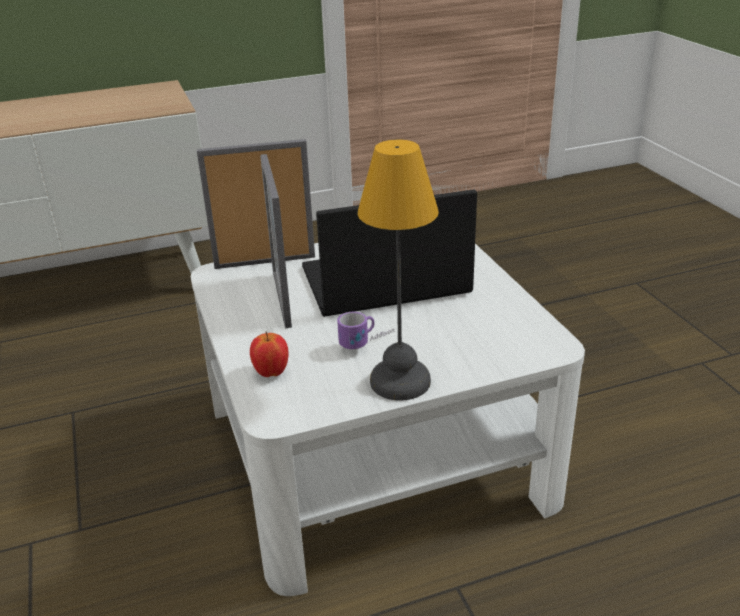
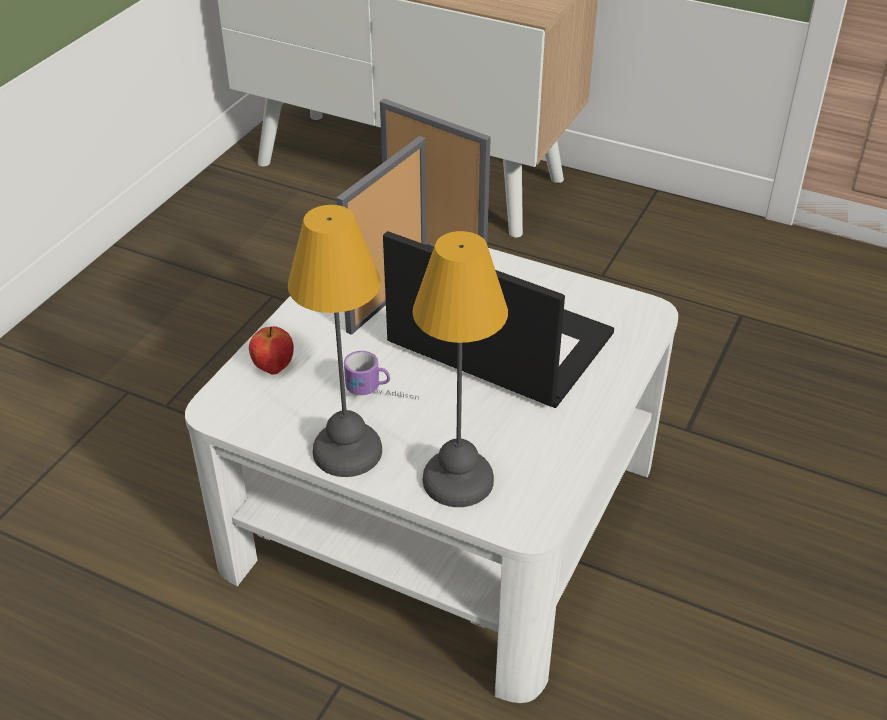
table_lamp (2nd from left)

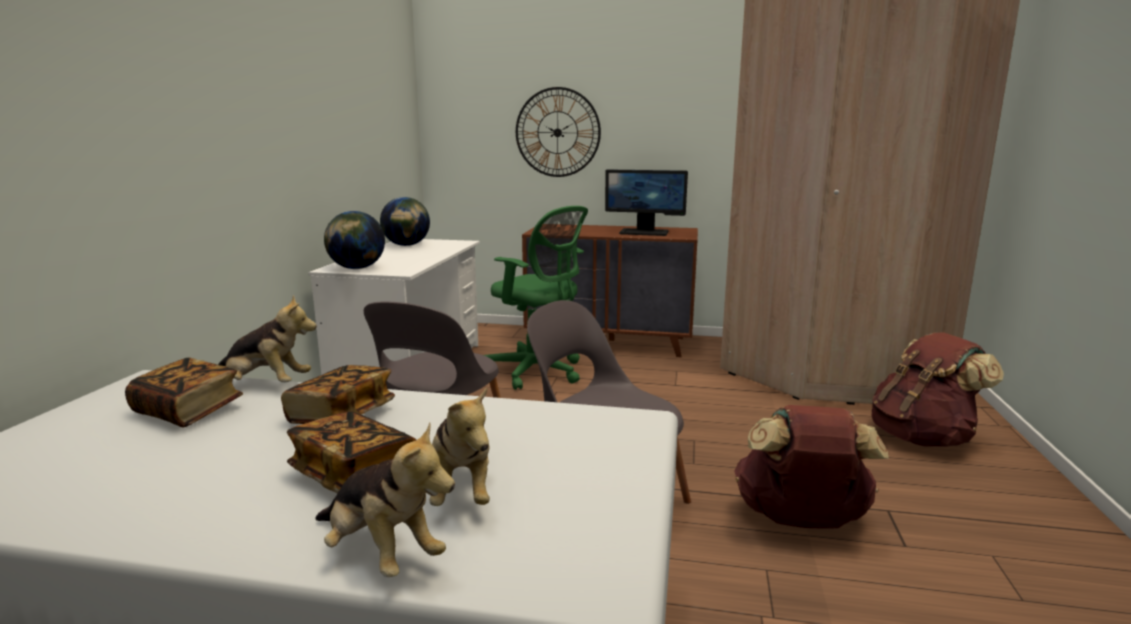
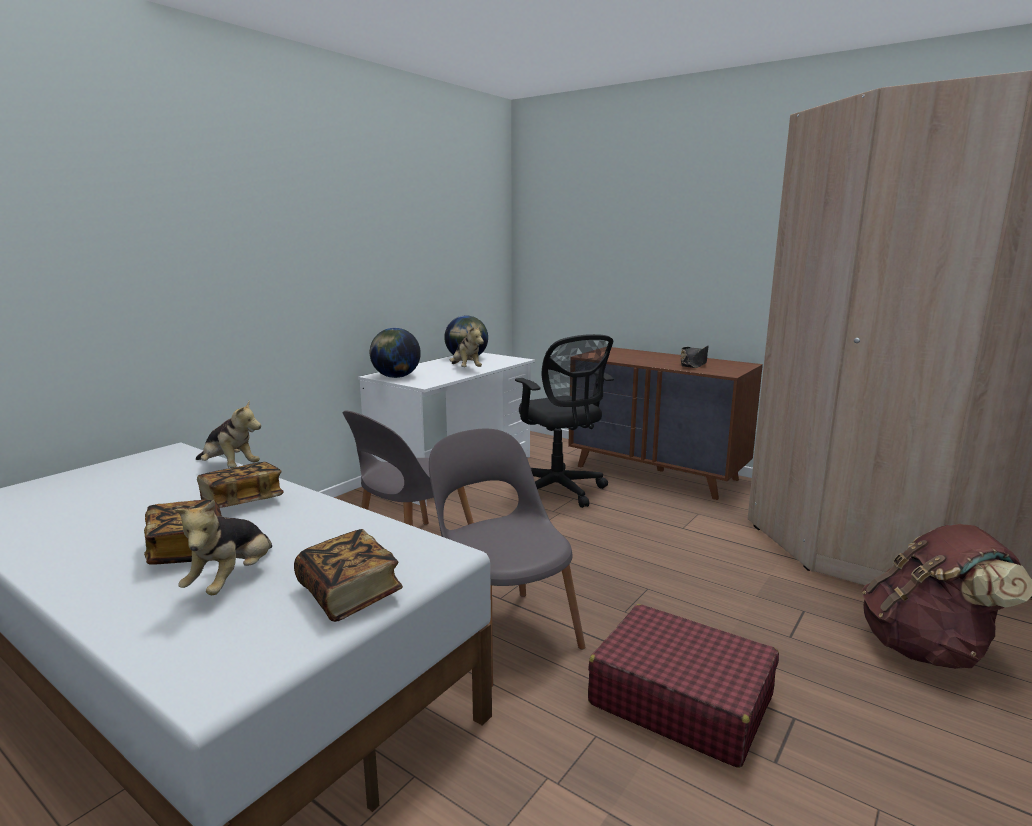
wall_clock
book (3rd from left)
plush_toy (3rd from left)
black_hat
red_suitcase
black_office_chair

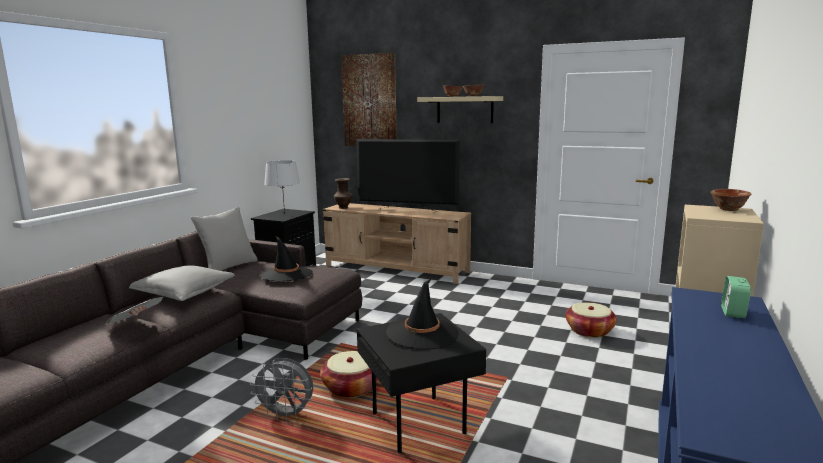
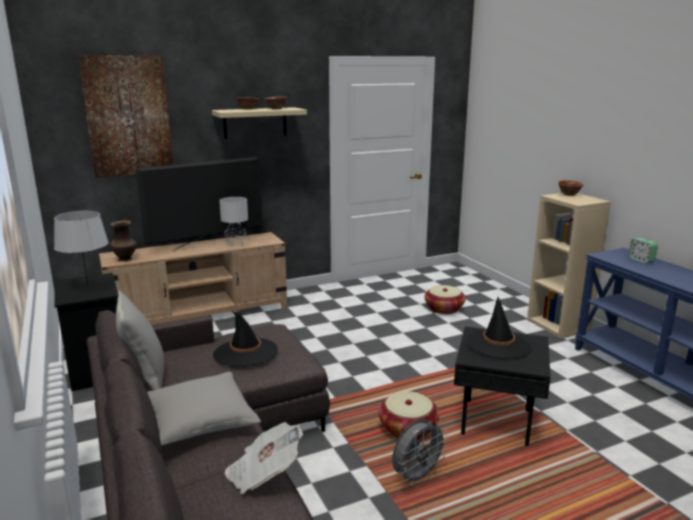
grey_table_lamp (2nd from left)

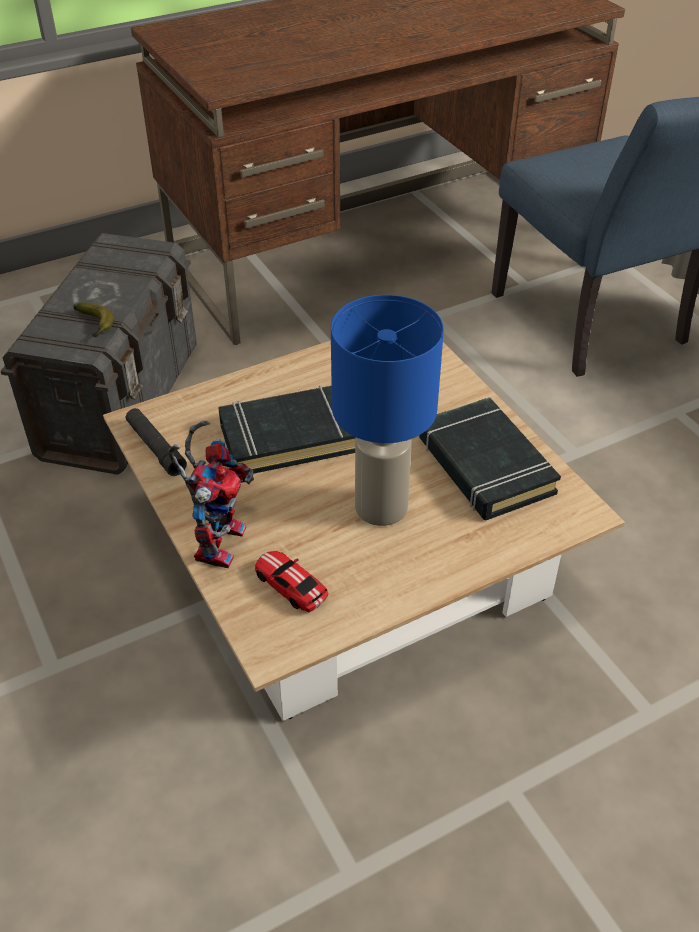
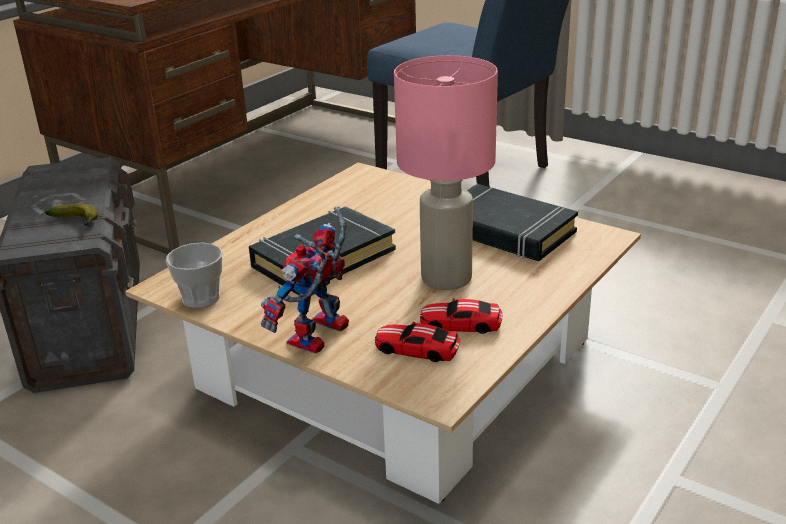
toy_car (2nd from left)
cup
pink_table_lamp
toy_robot

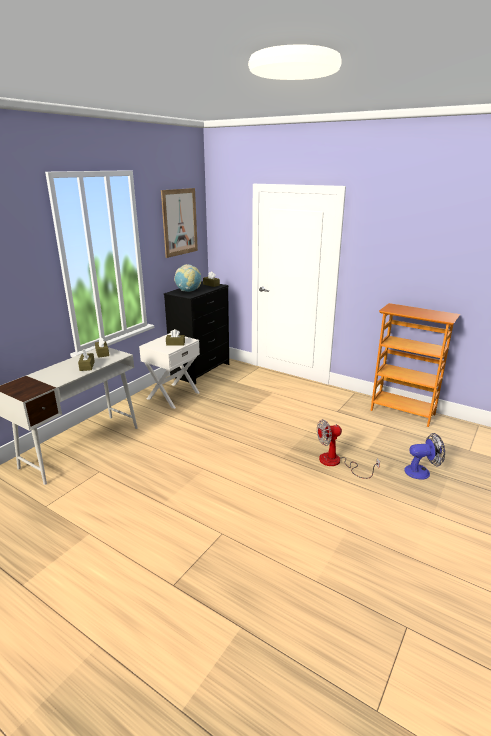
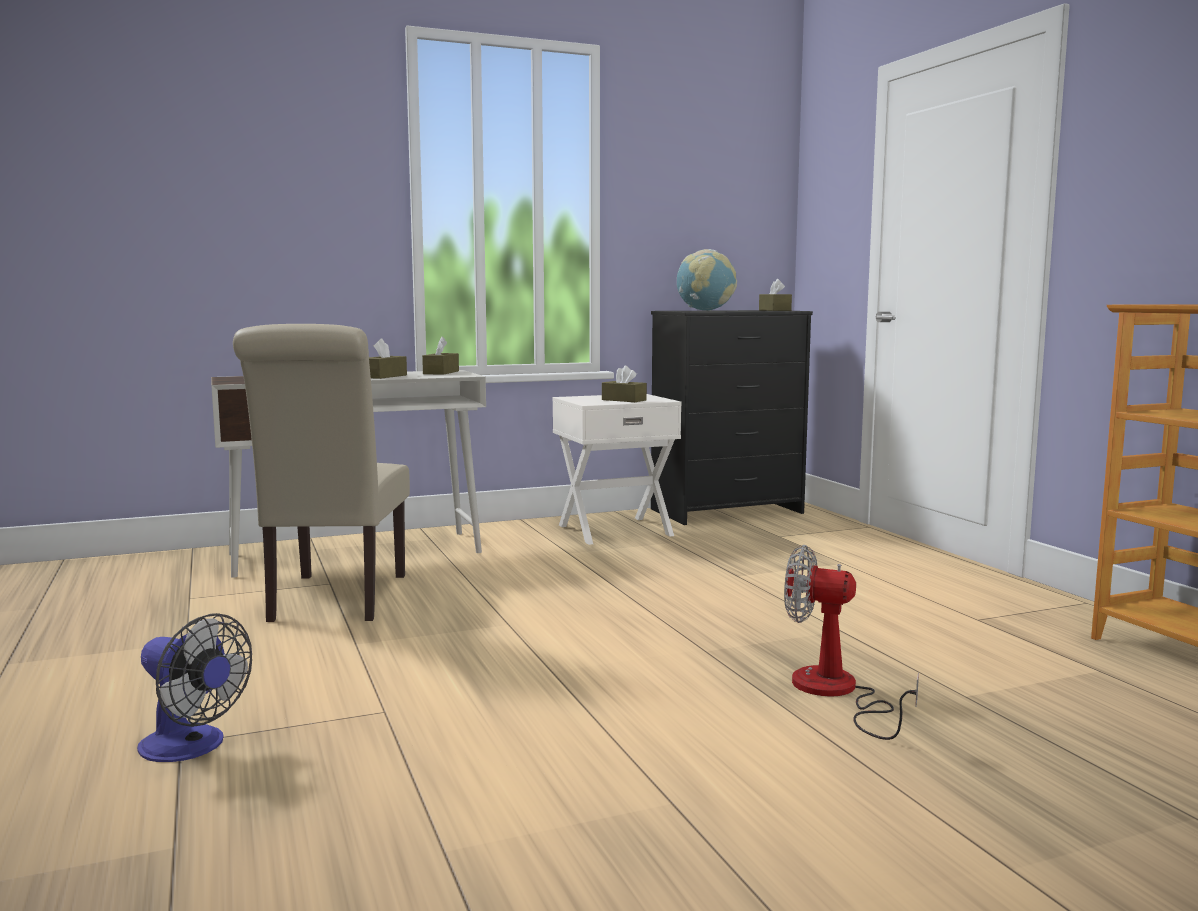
picture
beige_chair
fan (1st from left)

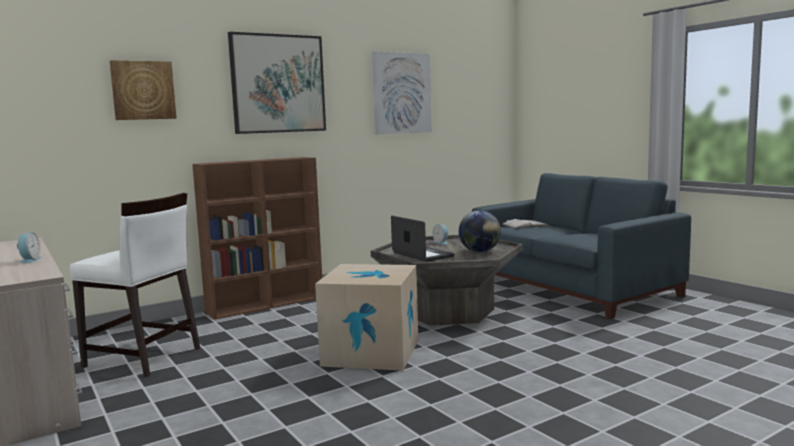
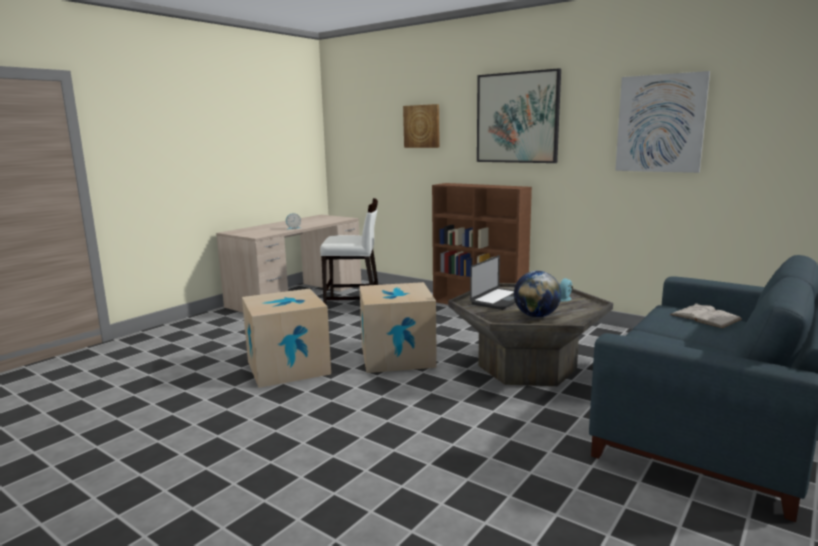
cardboard_box (1st from left)
white_chair

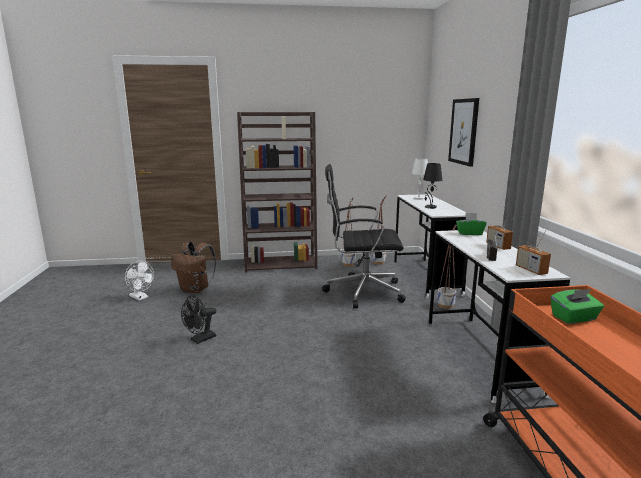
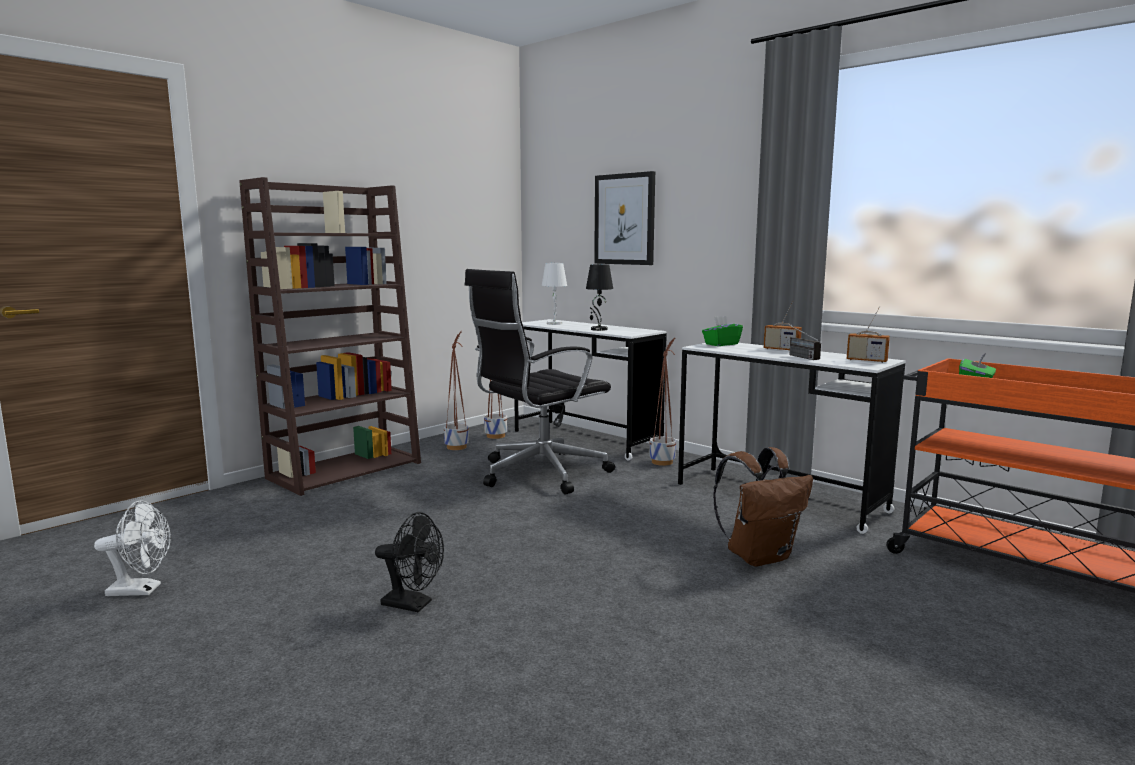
brown_backpack
black_fan

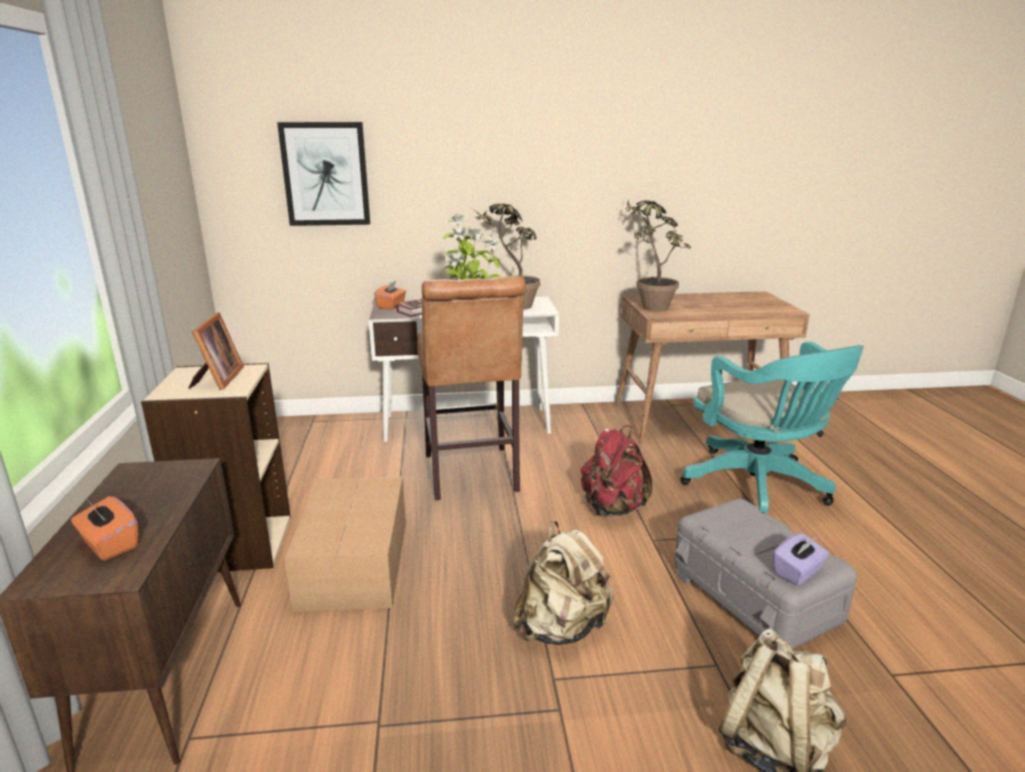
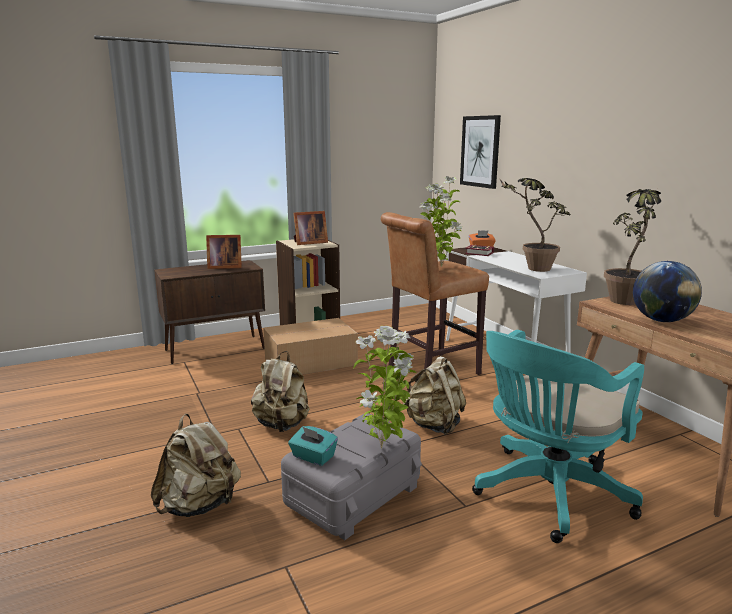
orange_tissue_box (1st from left in the first image)
picture_frame (1st from left)
potted_plant (1st from left)
globe
beige_backpack (3rd from left)
turquoise_tissue_box

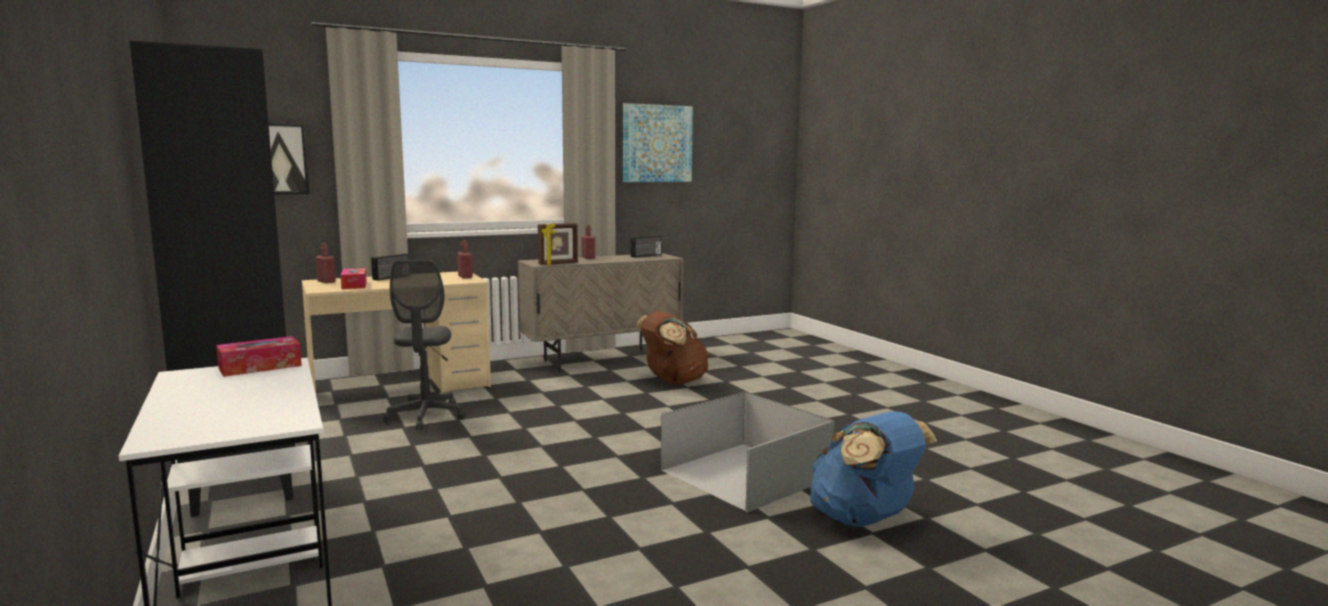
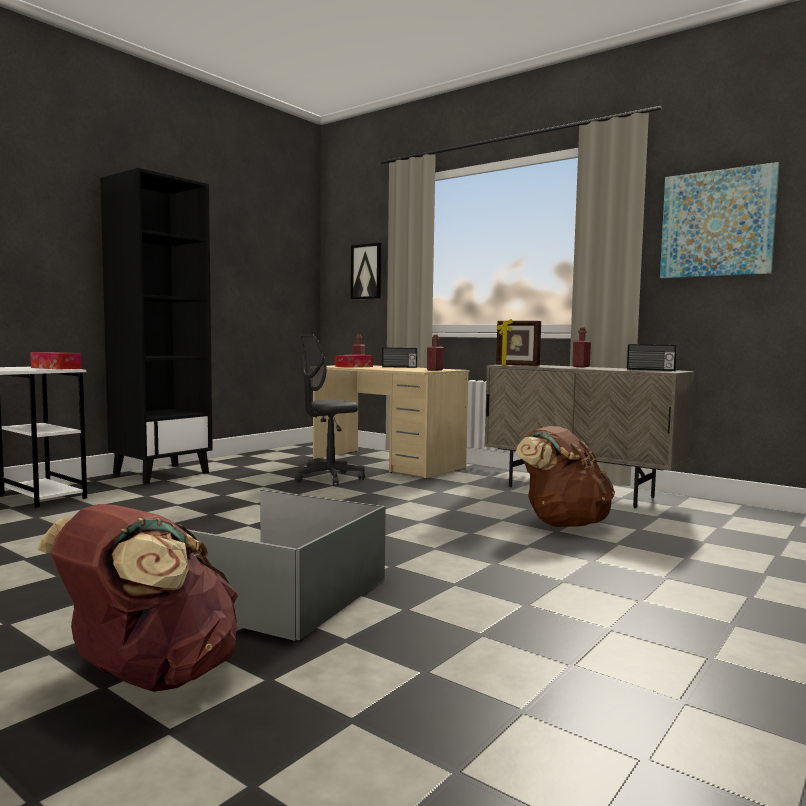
brown_backpack (1st from left)

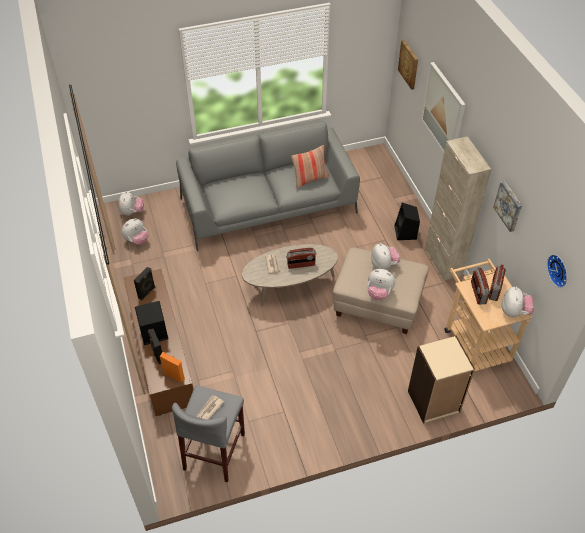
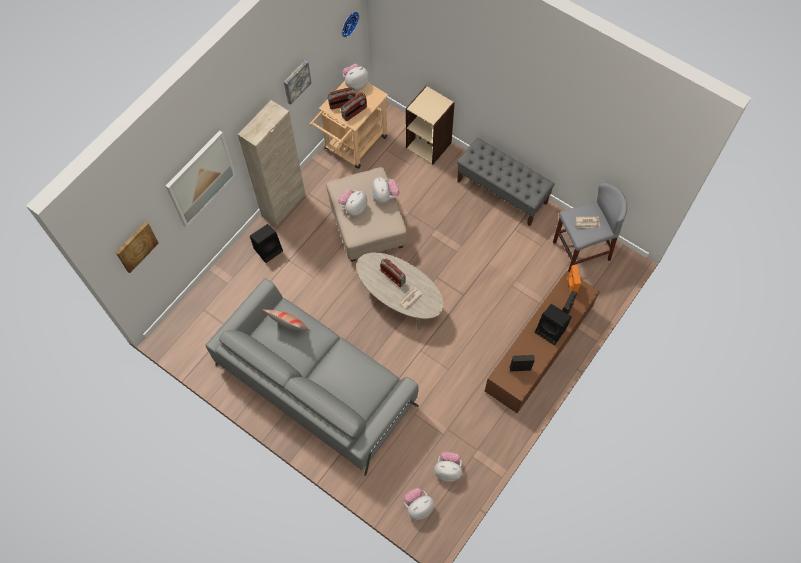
grey_bench

